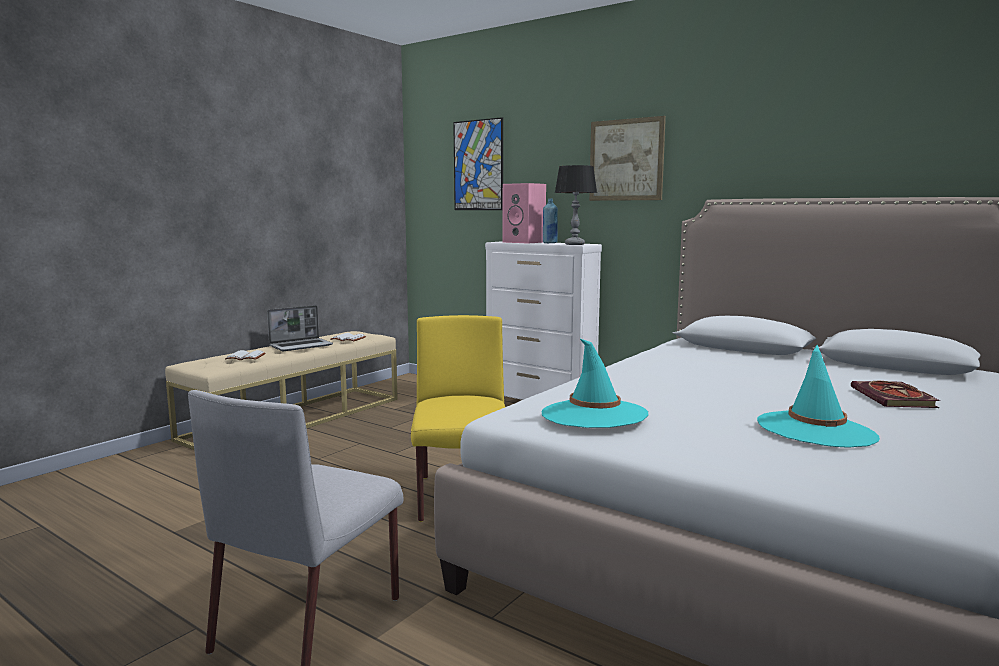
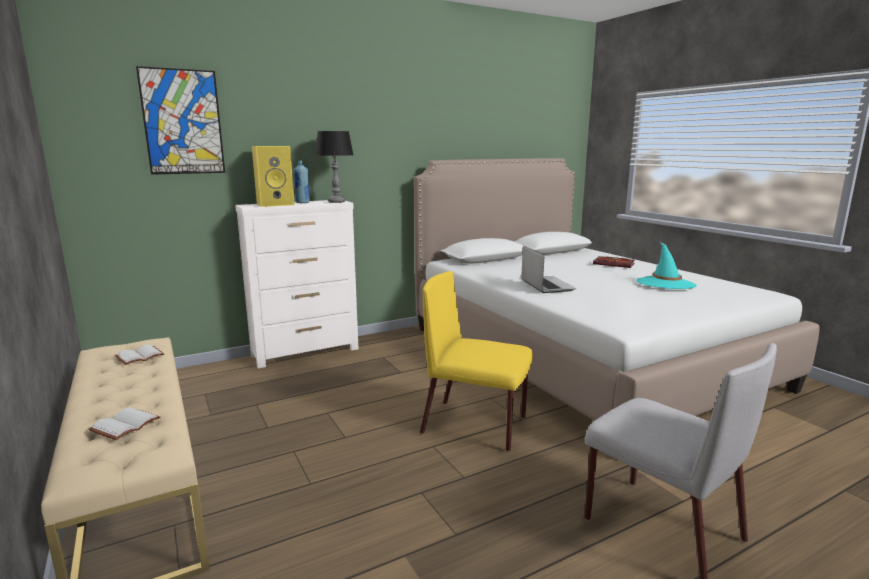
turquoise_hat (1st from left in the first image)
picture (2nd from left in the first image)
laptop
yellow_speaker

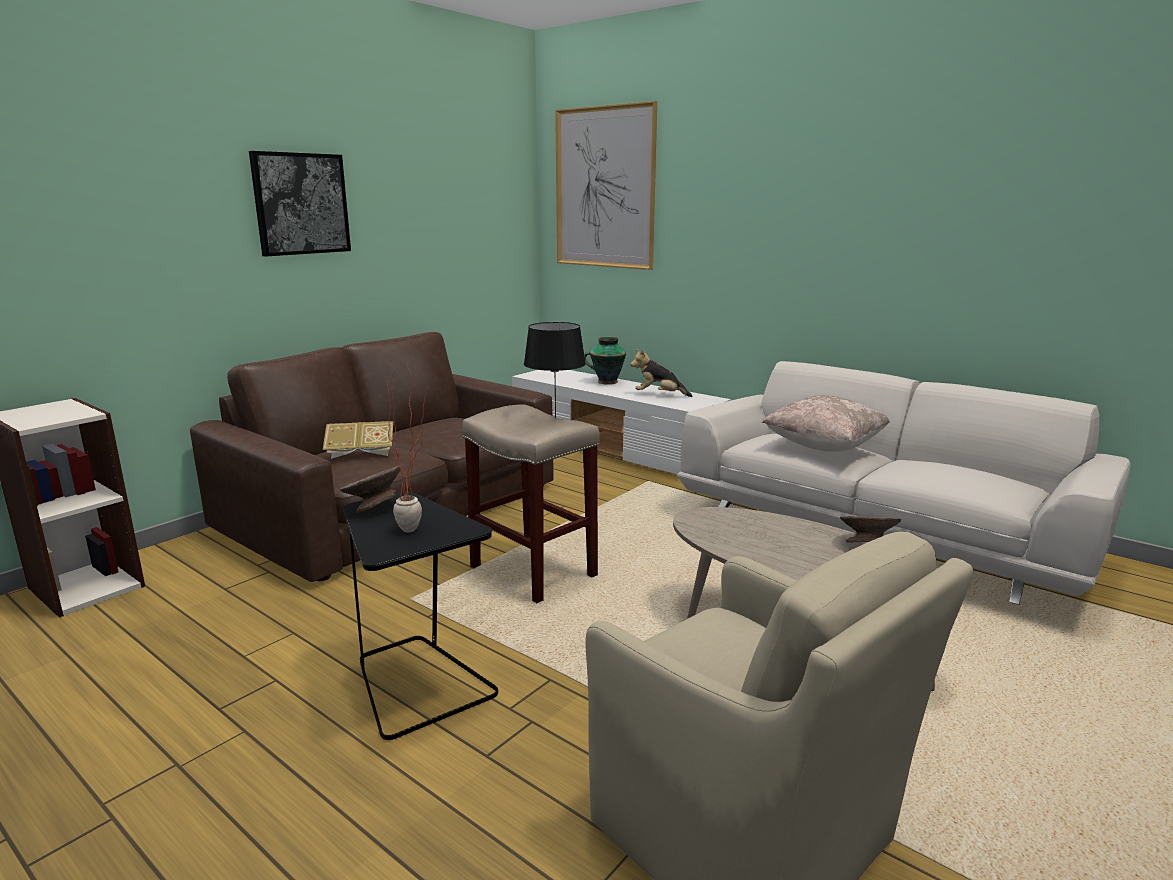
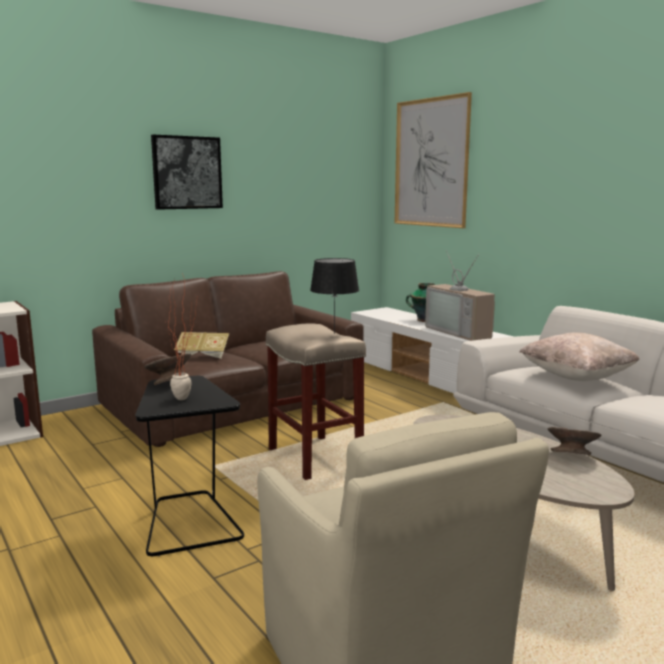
television

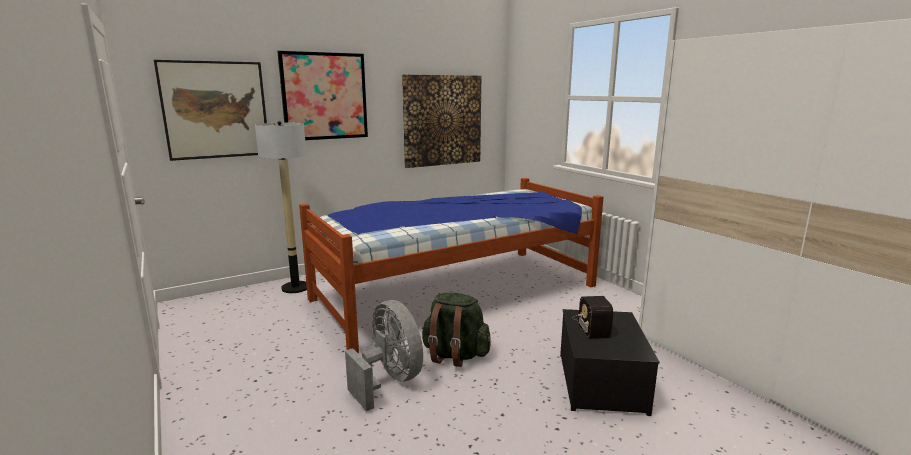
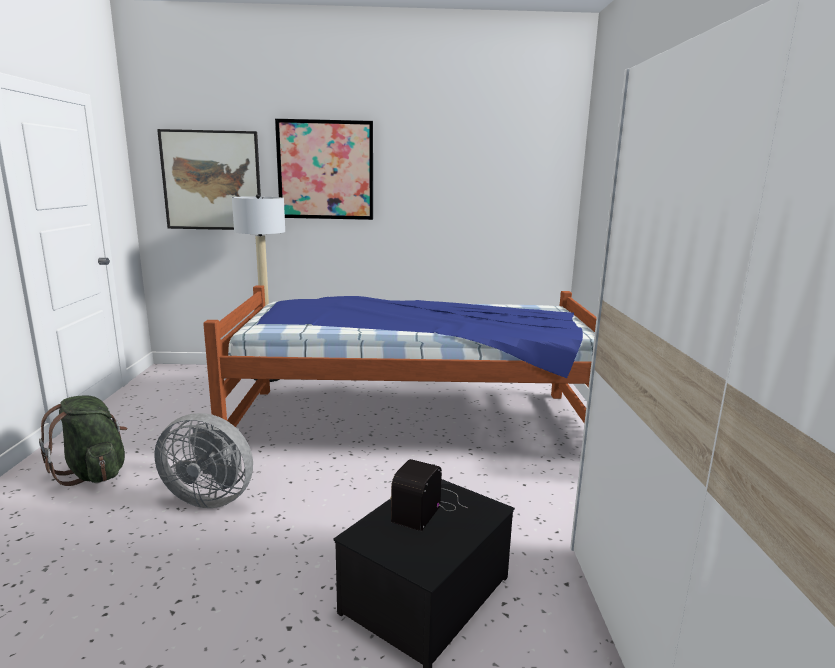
picture (3rd from left in the first image)
green_backpack
grey_fan

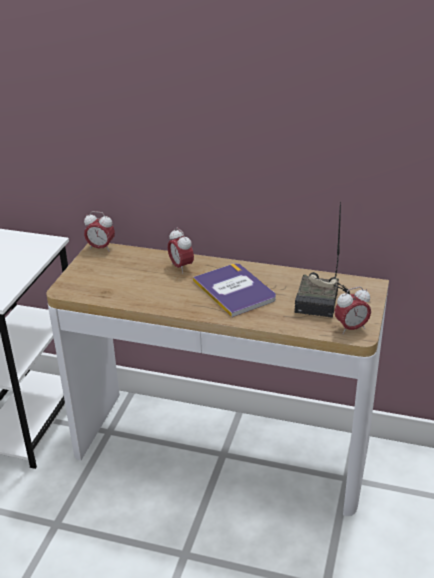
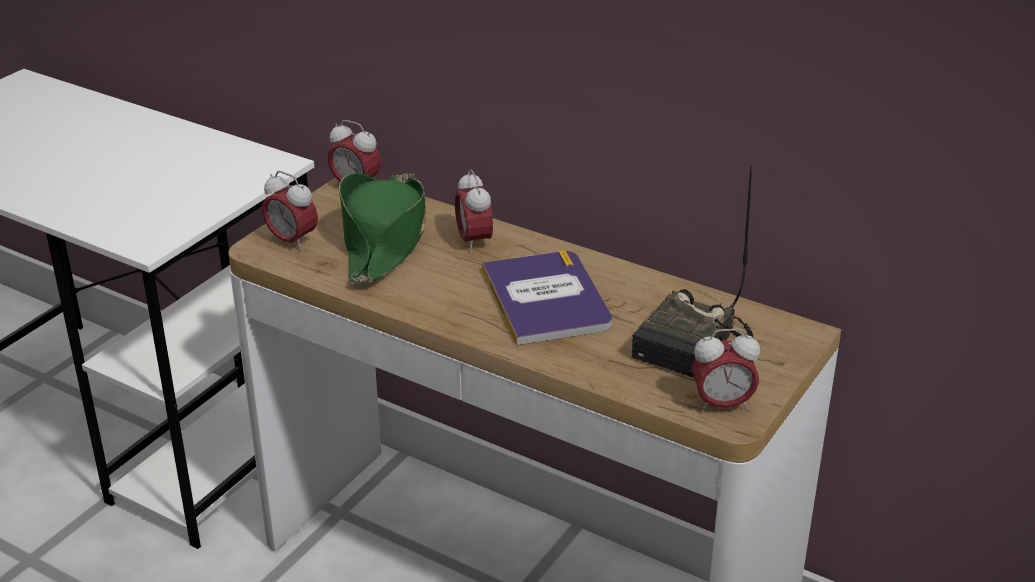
alarm_clock (1st from left)
green_hat

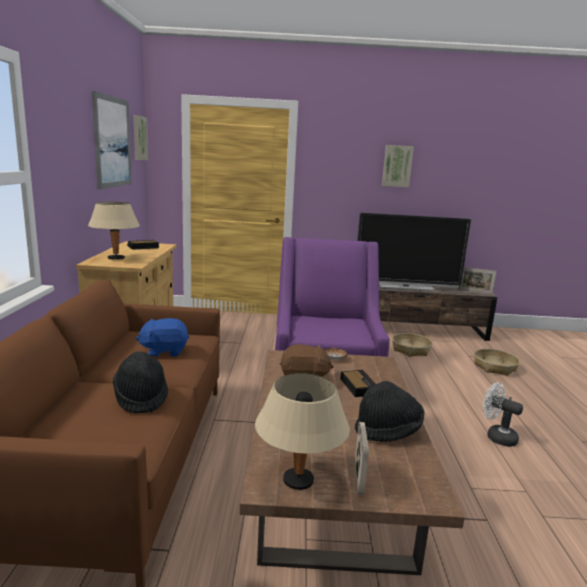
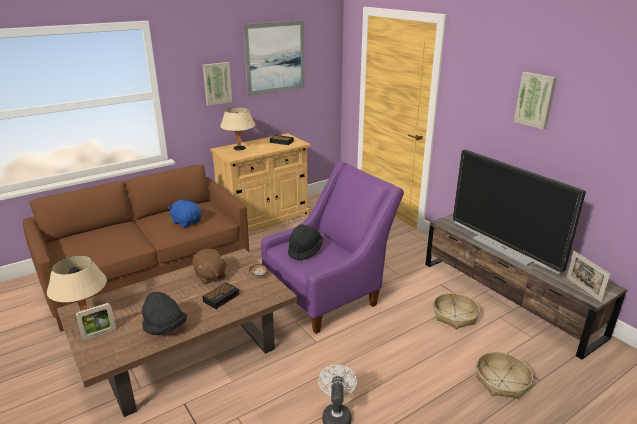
black_hat (2nd from left)
picture (1st from left)

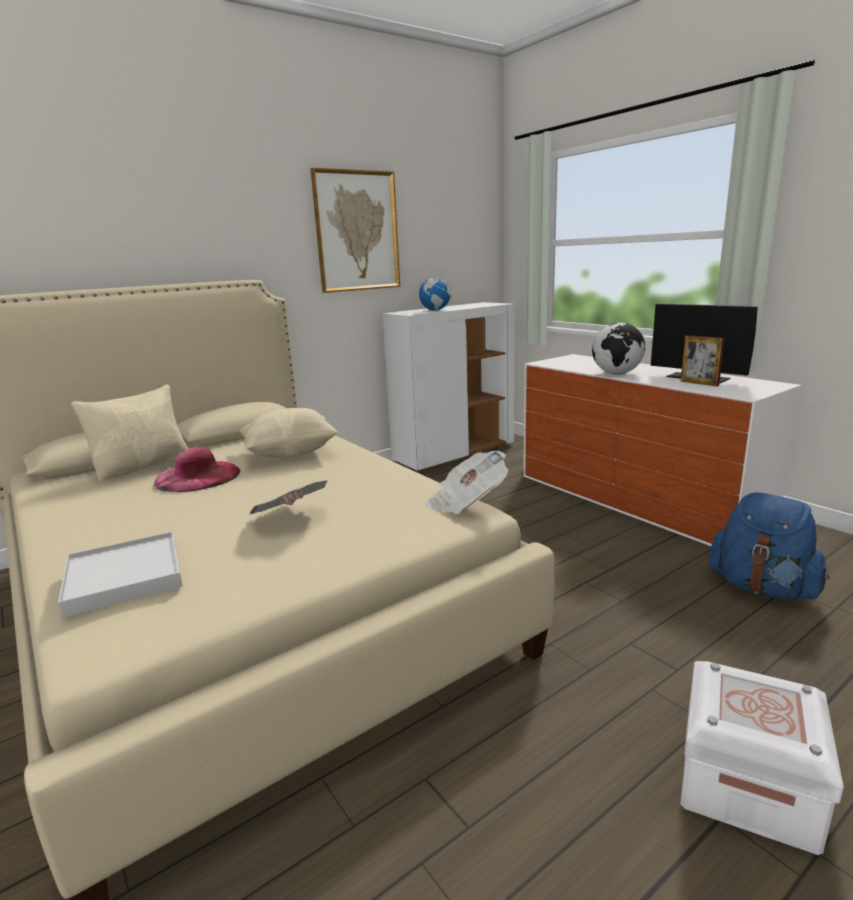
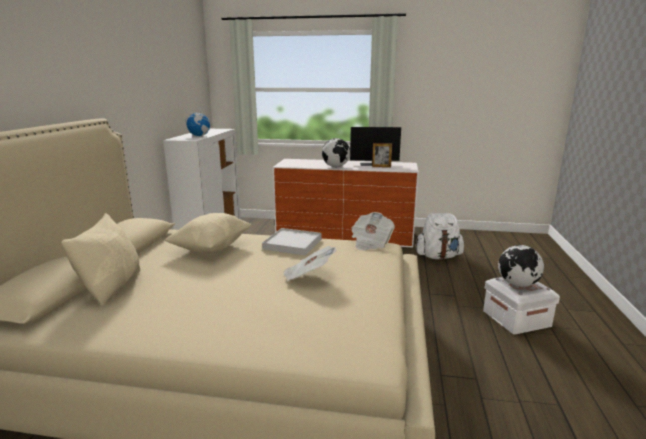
pink_hat
picture
globe (3rd from left)
white_tray
white_backpack

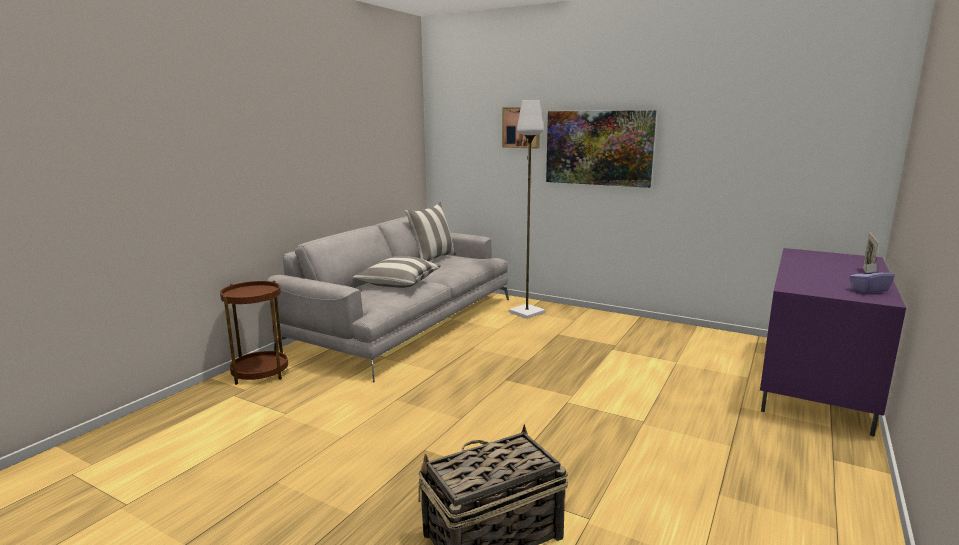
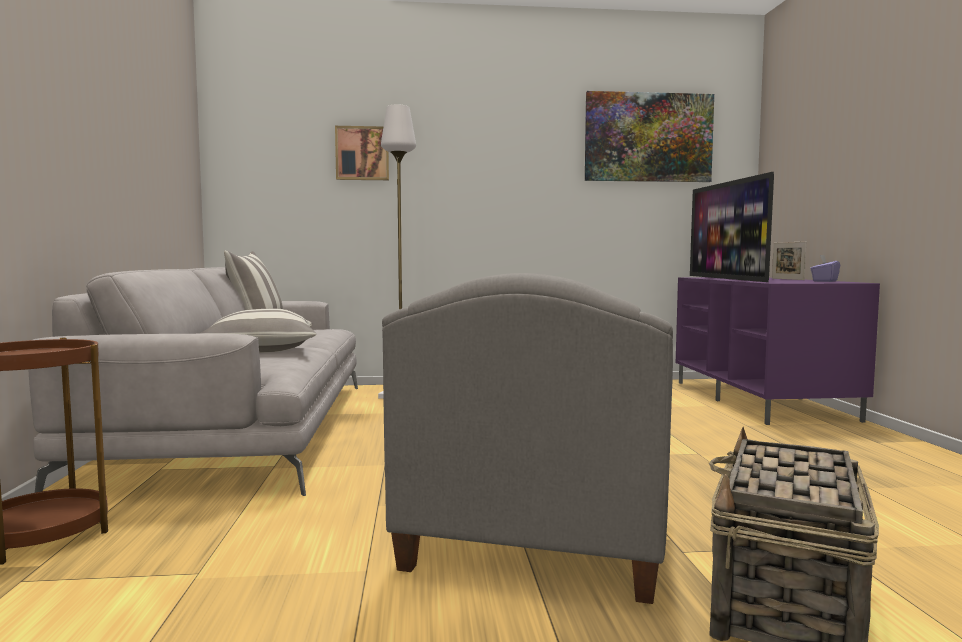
grey_armchair
television
picture (2nd from left)

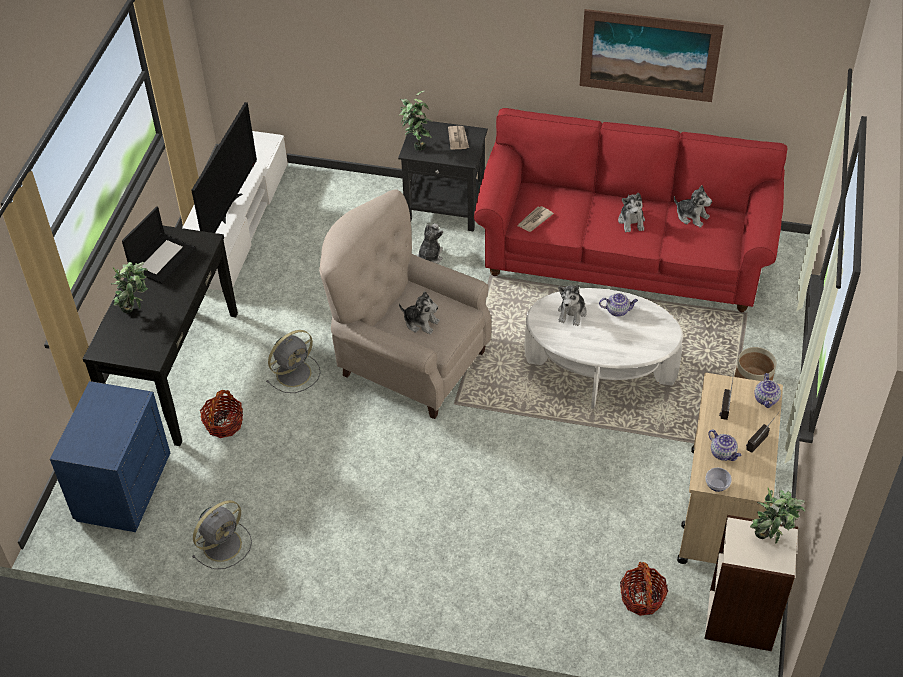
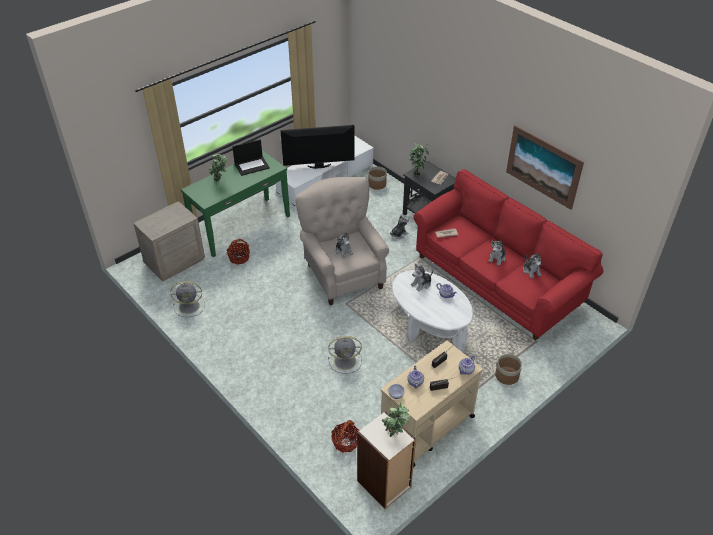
planter (1st from left)
grey_fan (2nd from left)
beige_nightstand
green_console_table
television

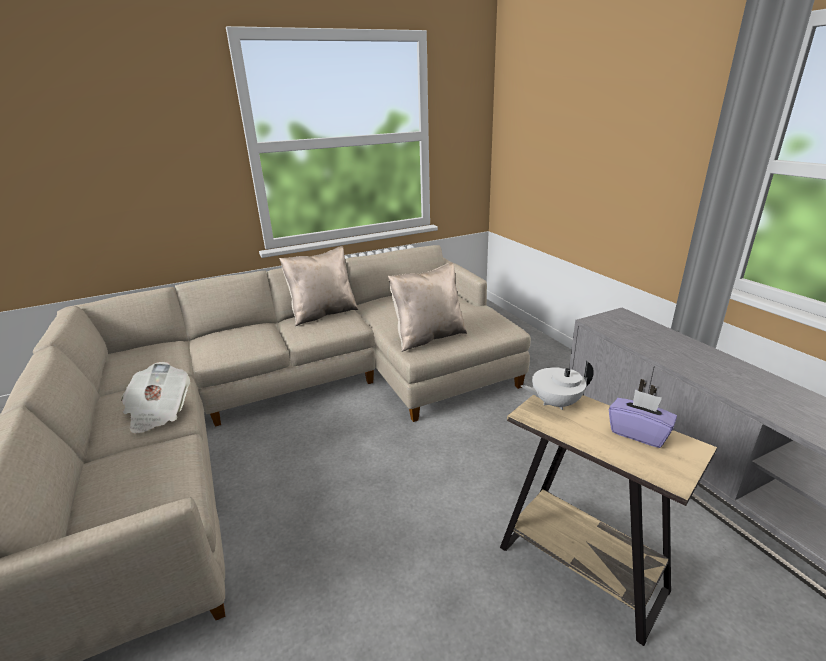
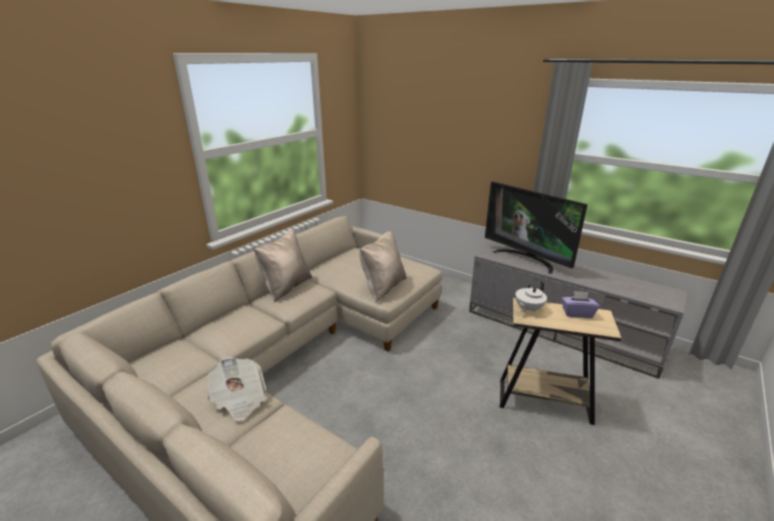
television

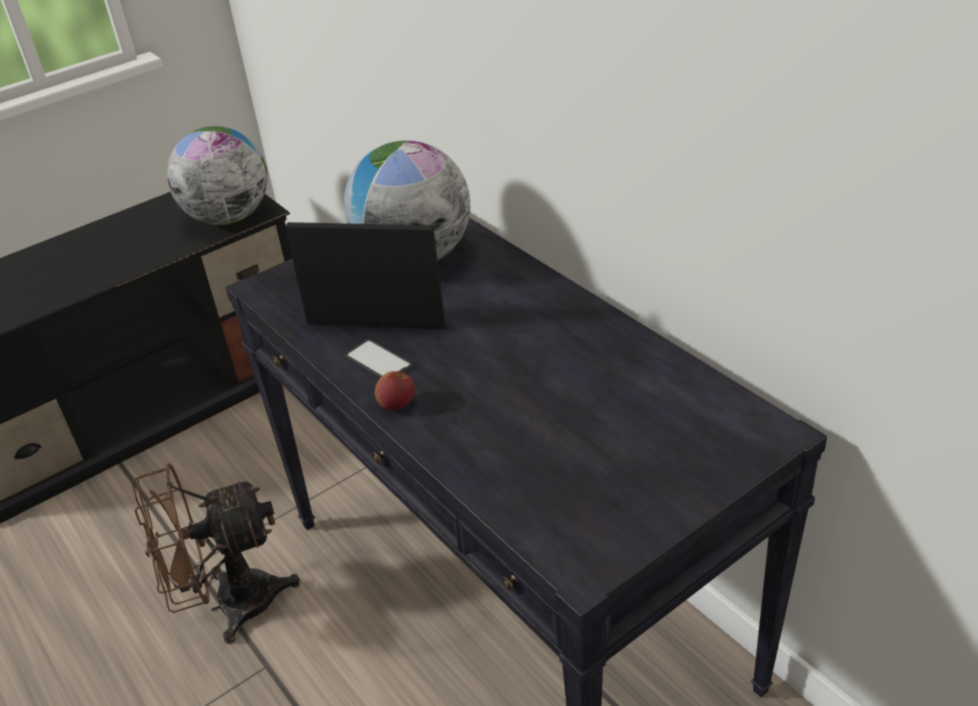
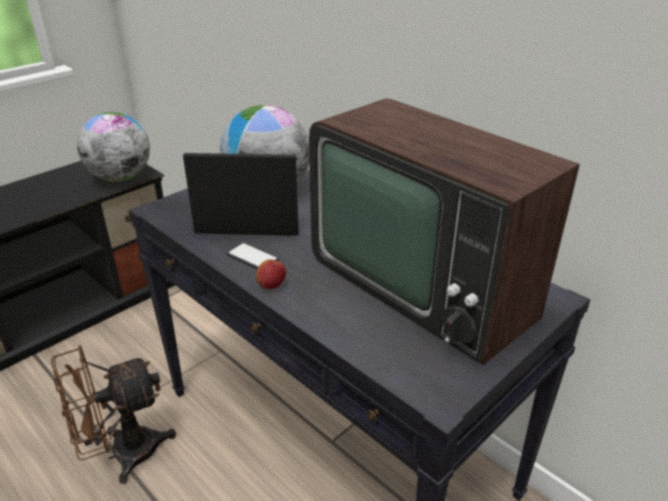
television

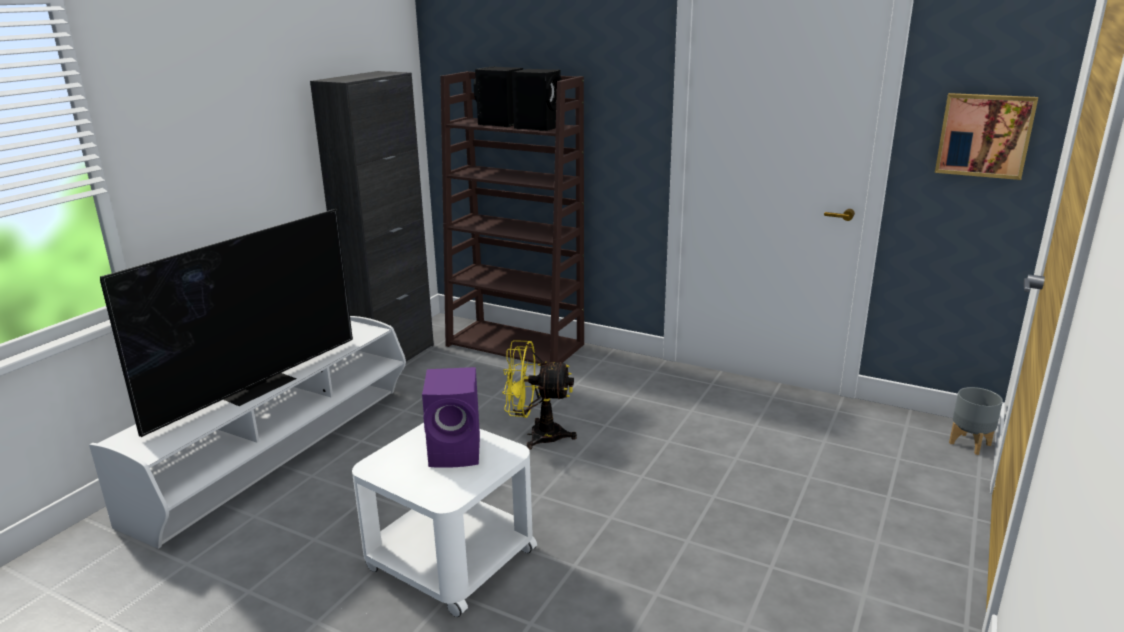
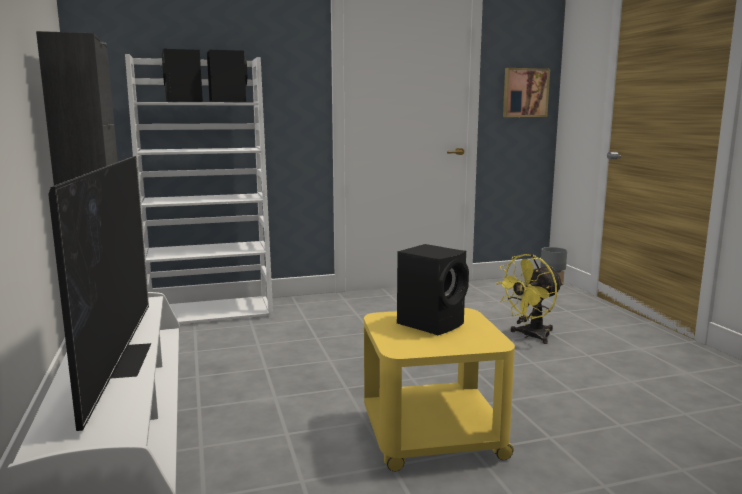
yellow_fan
yellow_side_table
black_speaker (3rd from left)
white_bookcase

